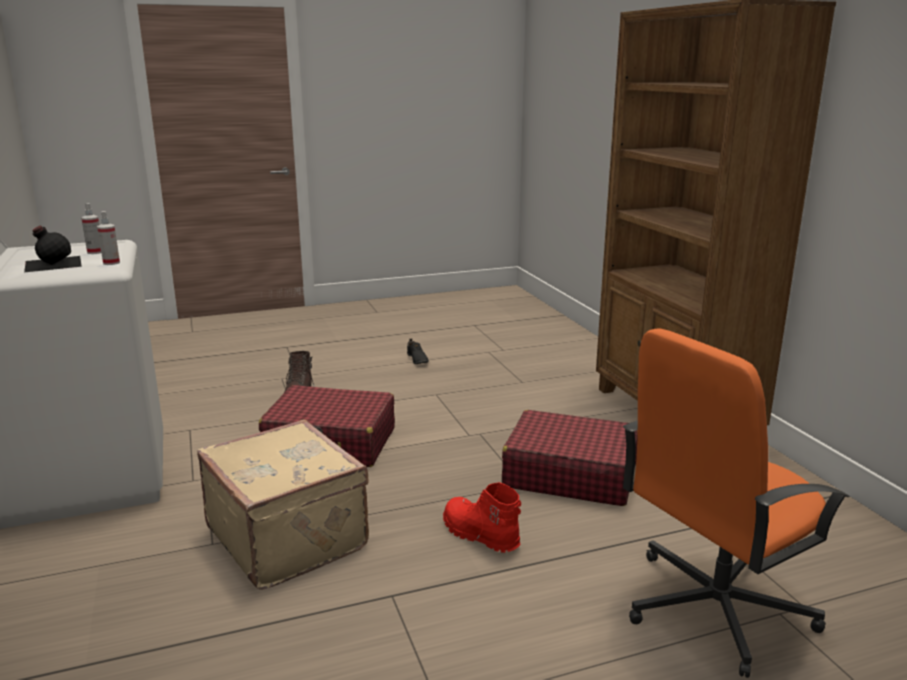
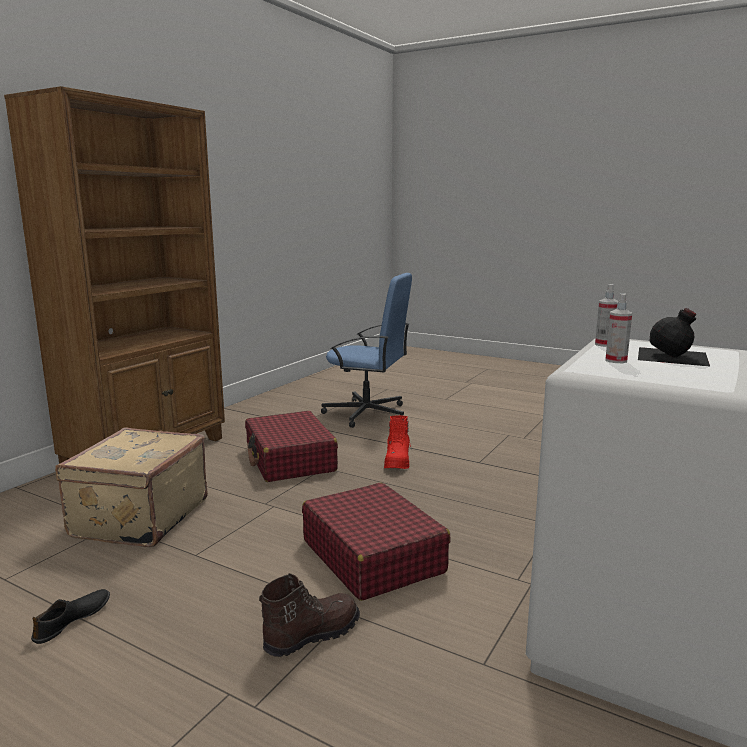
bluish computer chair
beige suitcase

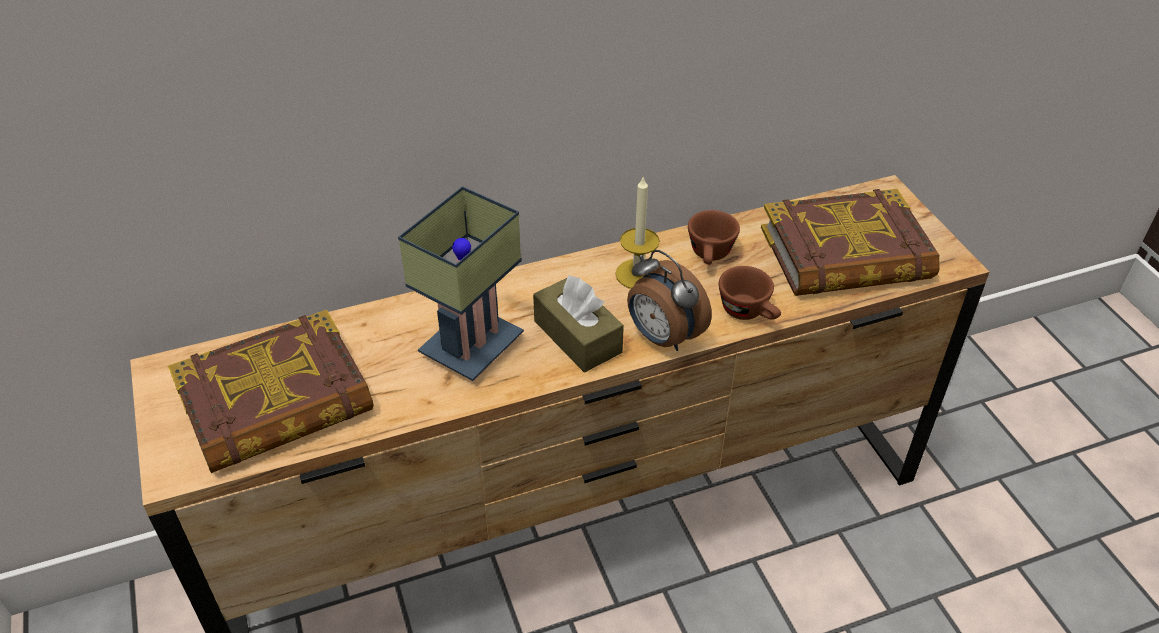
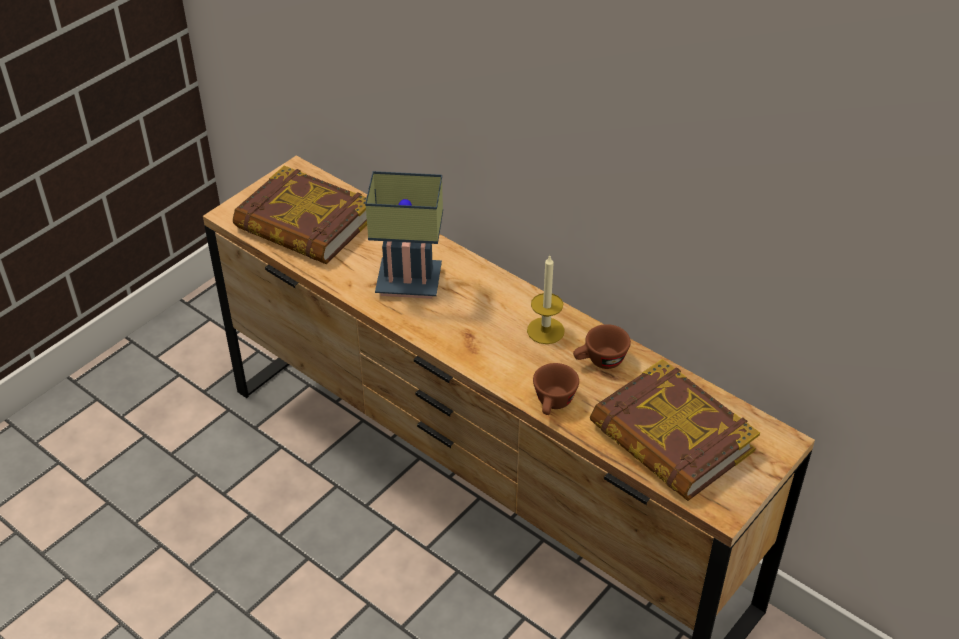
table clock
brown tissue holder

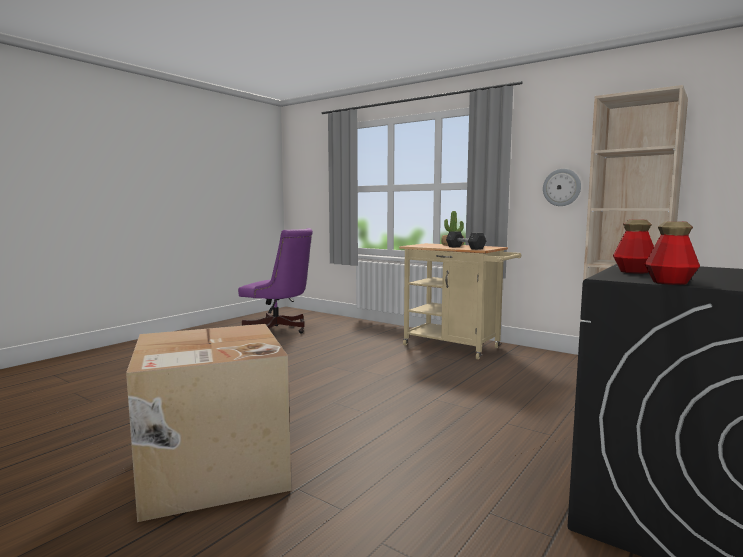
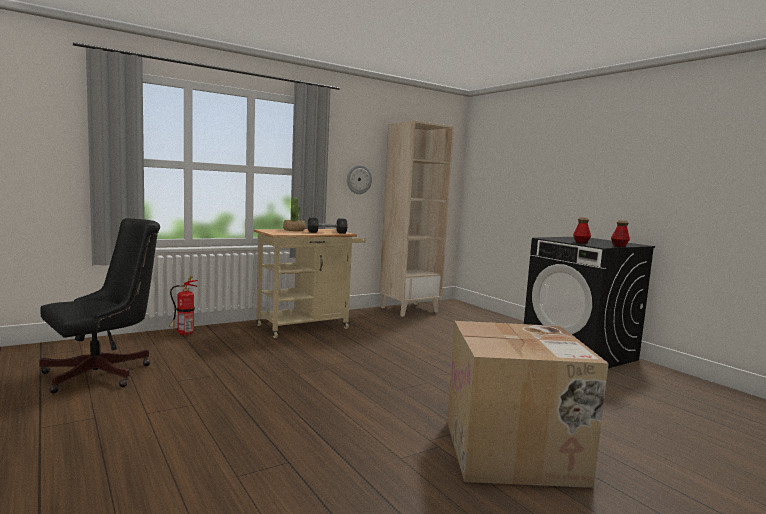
black-coloured computer chair
fire-fighting cylinder

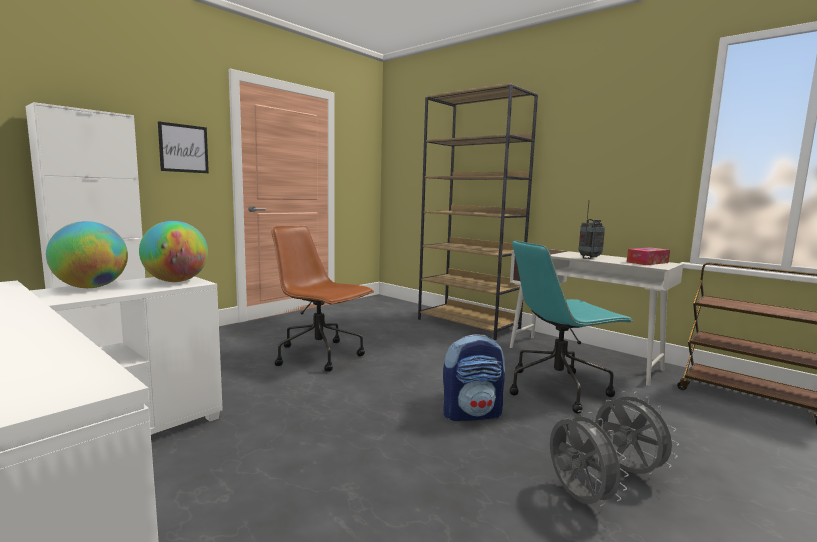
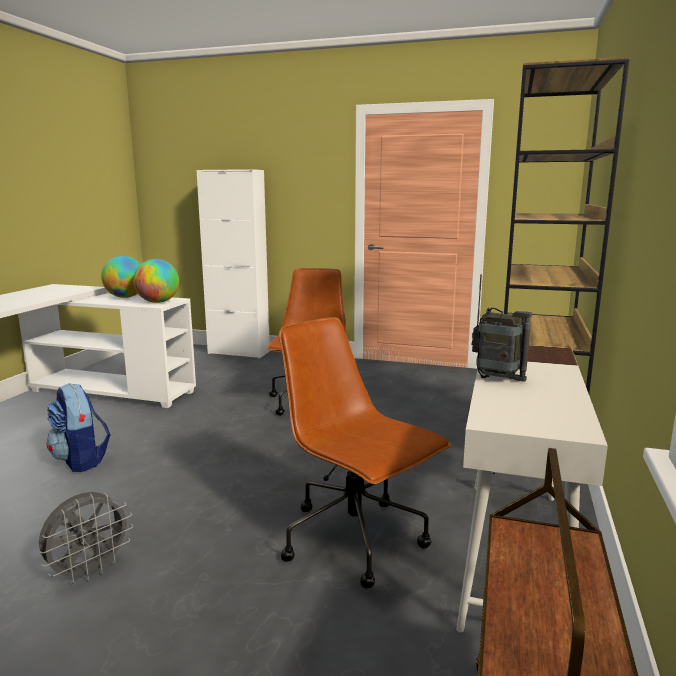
picture
brown computer chair (no. 2 from left)
tissue holder
rucksack
greyish fan (no. 2 from left in the first image)

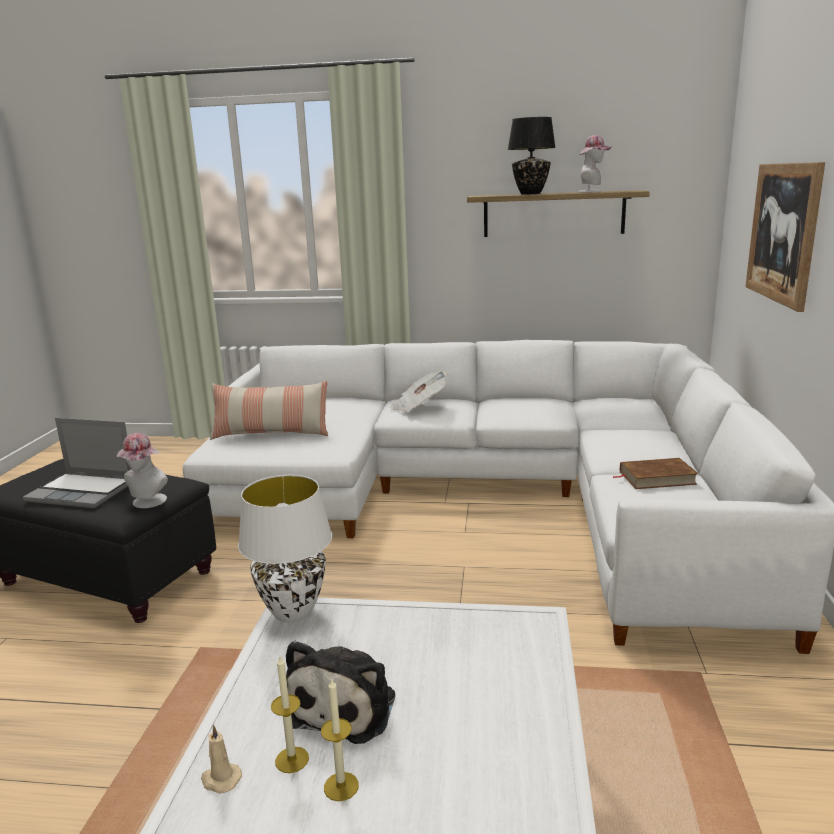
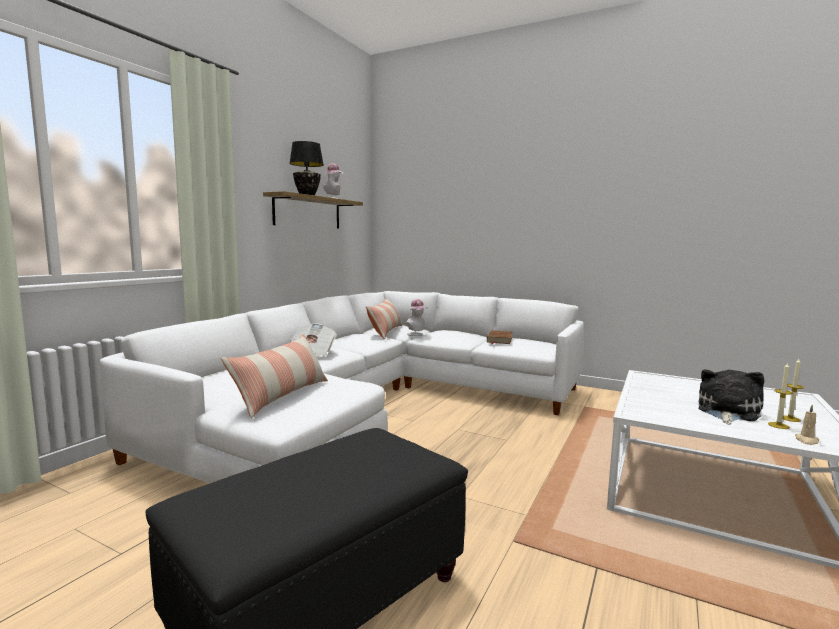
picture
laptop
wearable hat (no. 2 from left)
white table lamp
soft toy
cushion (no. 2 from left)

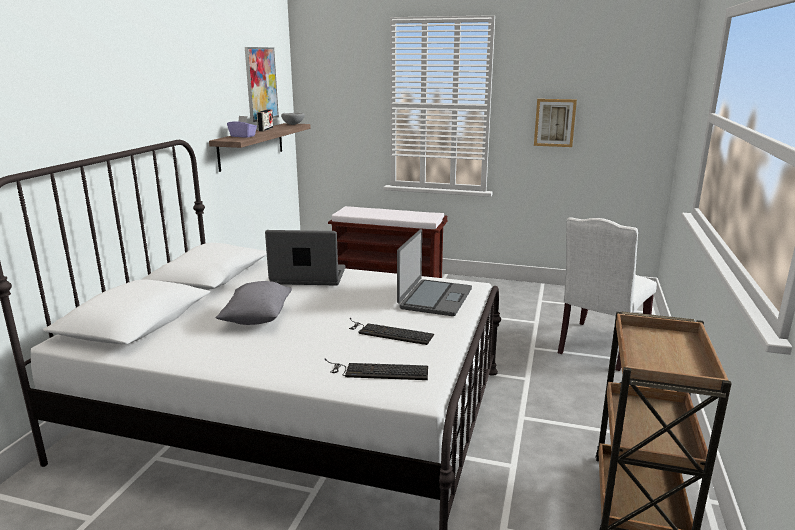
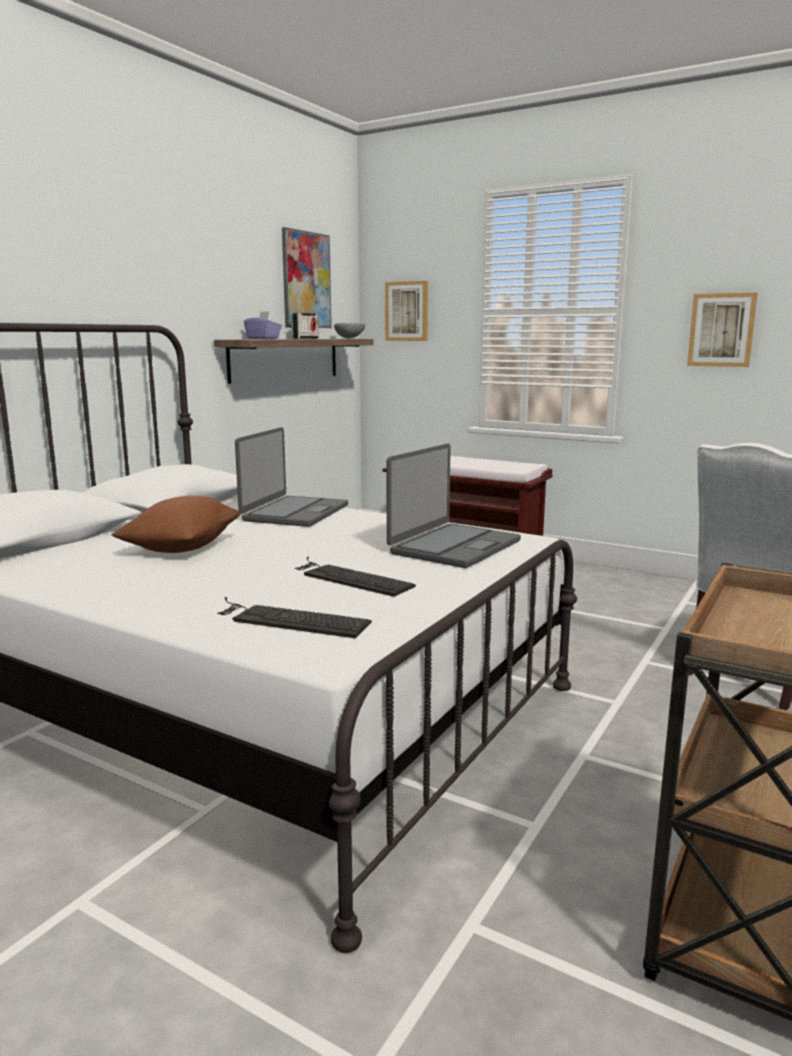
laptop (no. 1 from left)
brown cushion
picture (no. 2 from left)

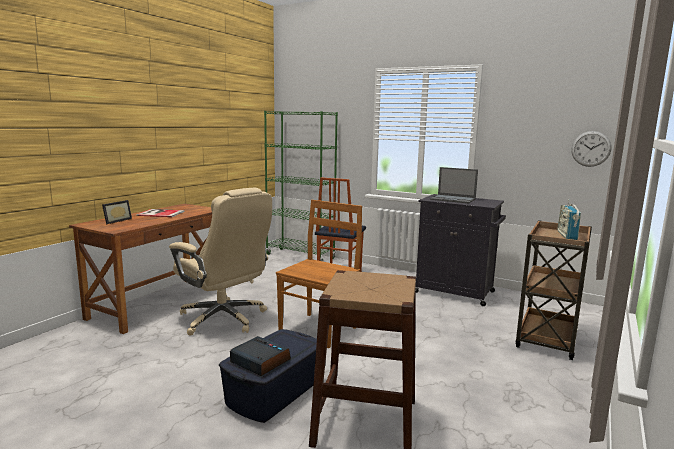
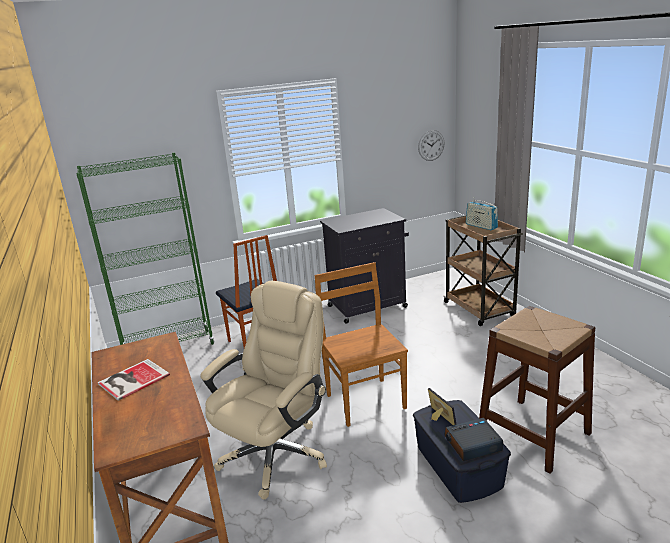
laptop
beige computer chair
photo frame

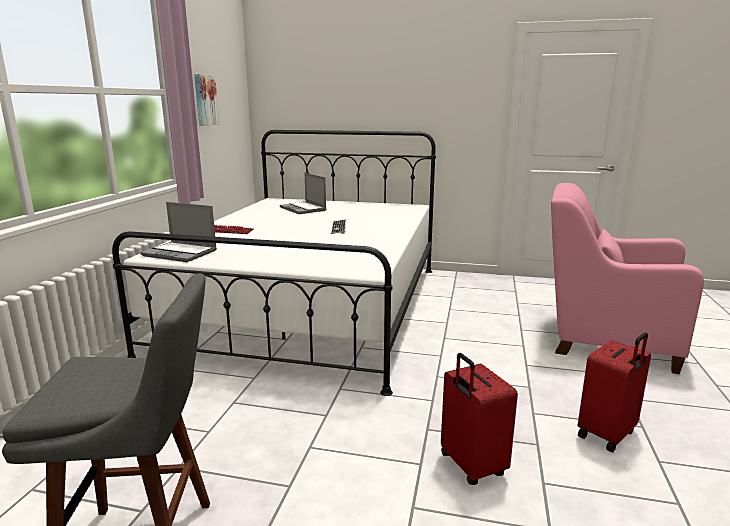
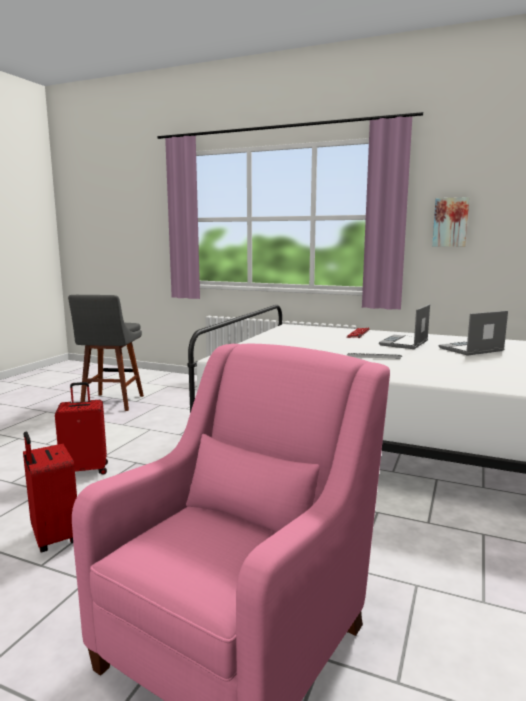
laptop (no. 1 from left)

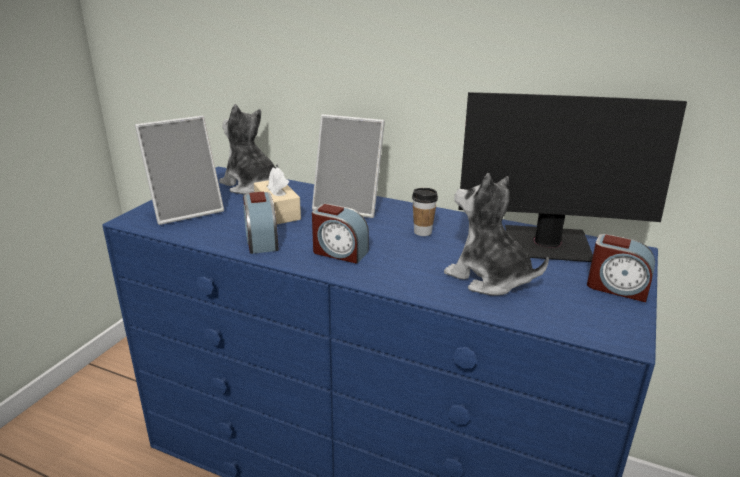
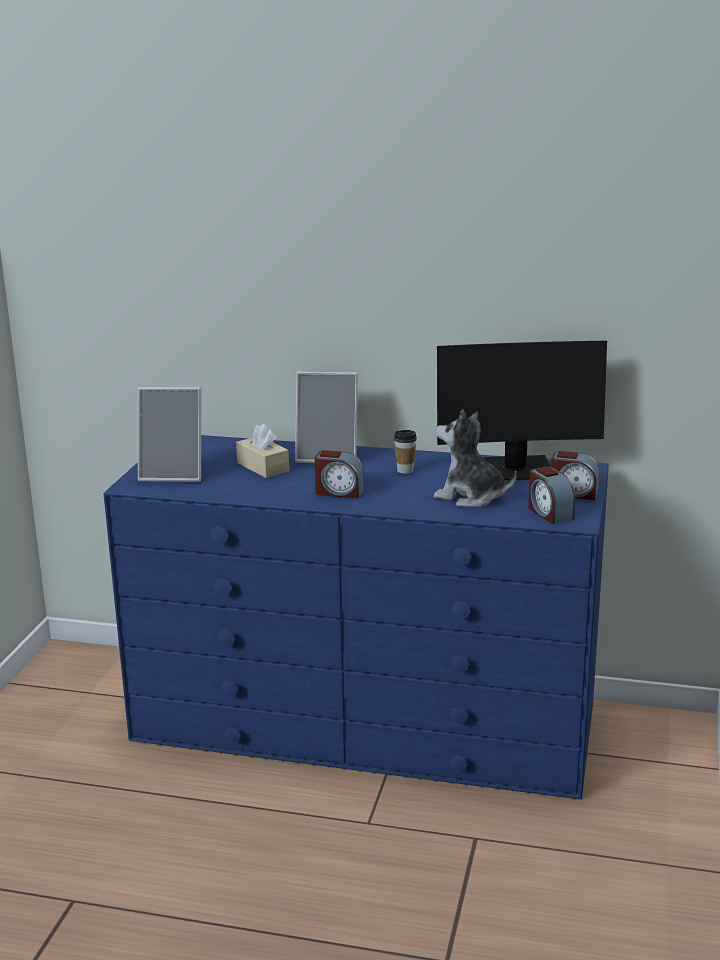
soft toy (no. 1 from left in the first image)
photo frame (no. 1 from left)
table clock (no. 2 from left)

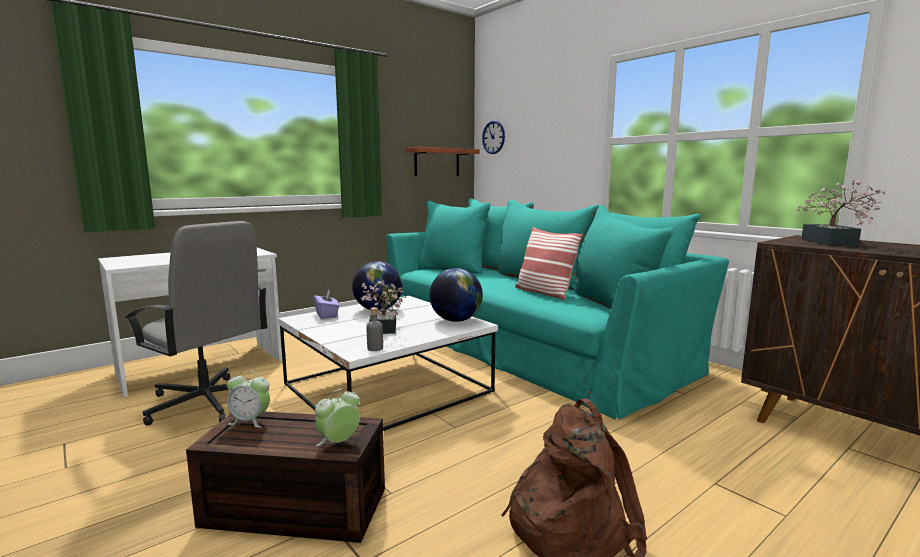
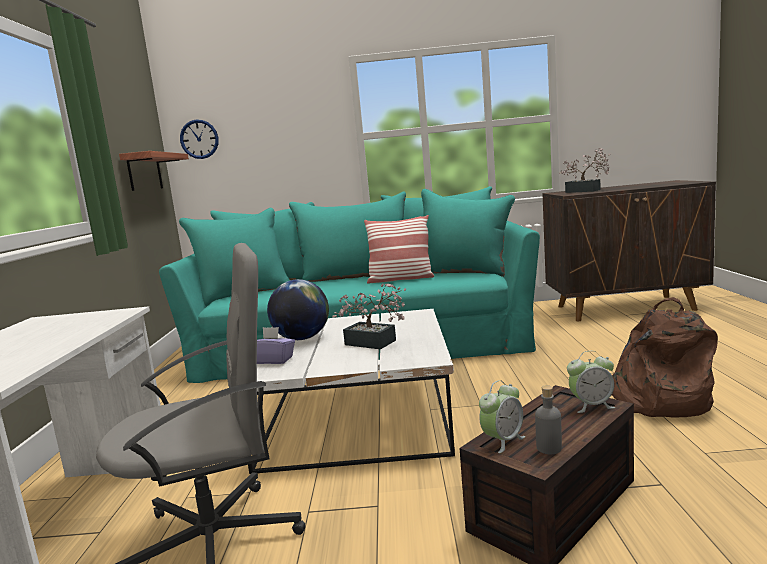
globe (no. 2 from left in the first image)
greyish beverage bottle
table clock (no. 2 from left)

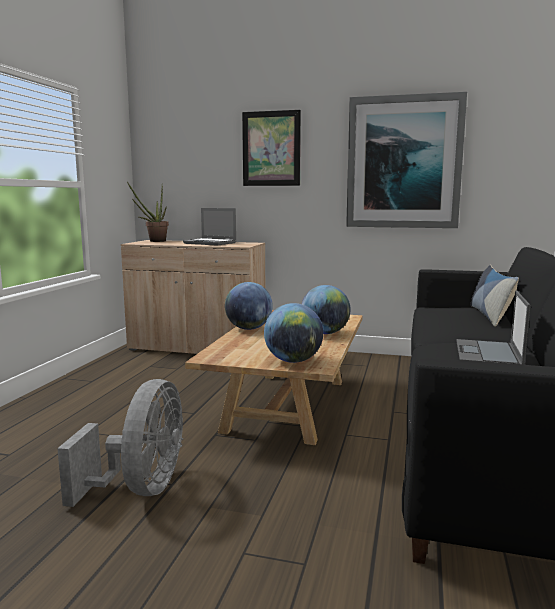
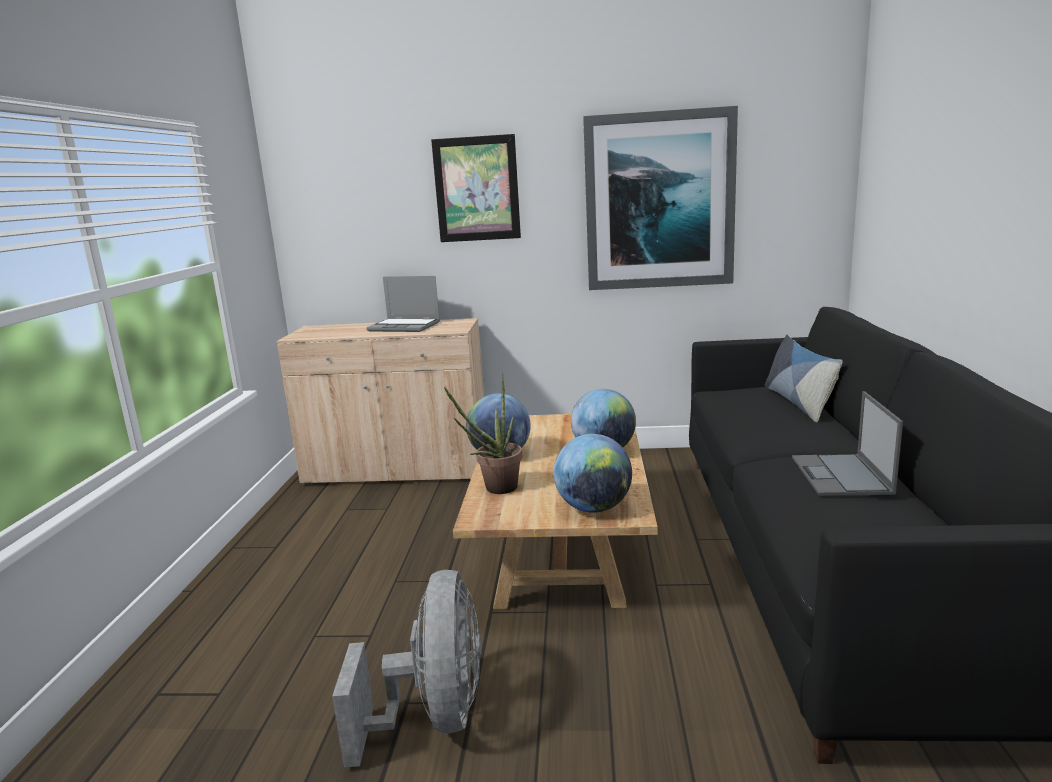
houseplant

